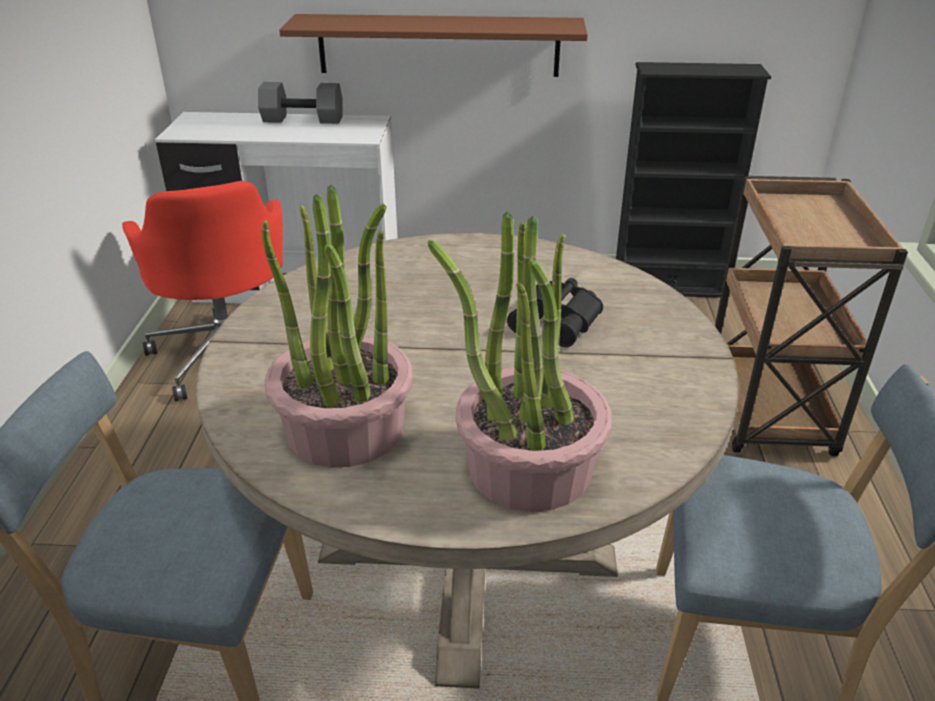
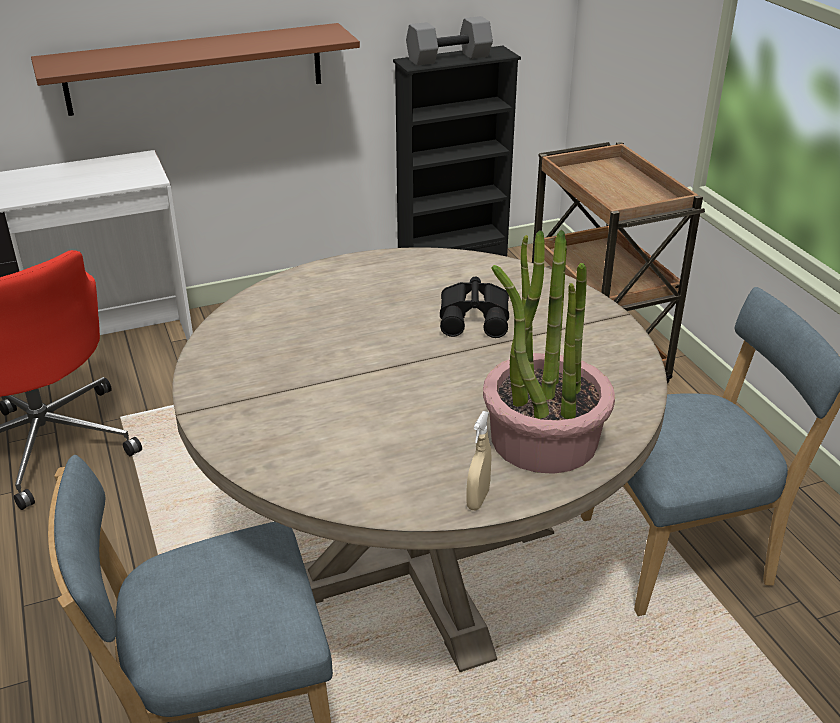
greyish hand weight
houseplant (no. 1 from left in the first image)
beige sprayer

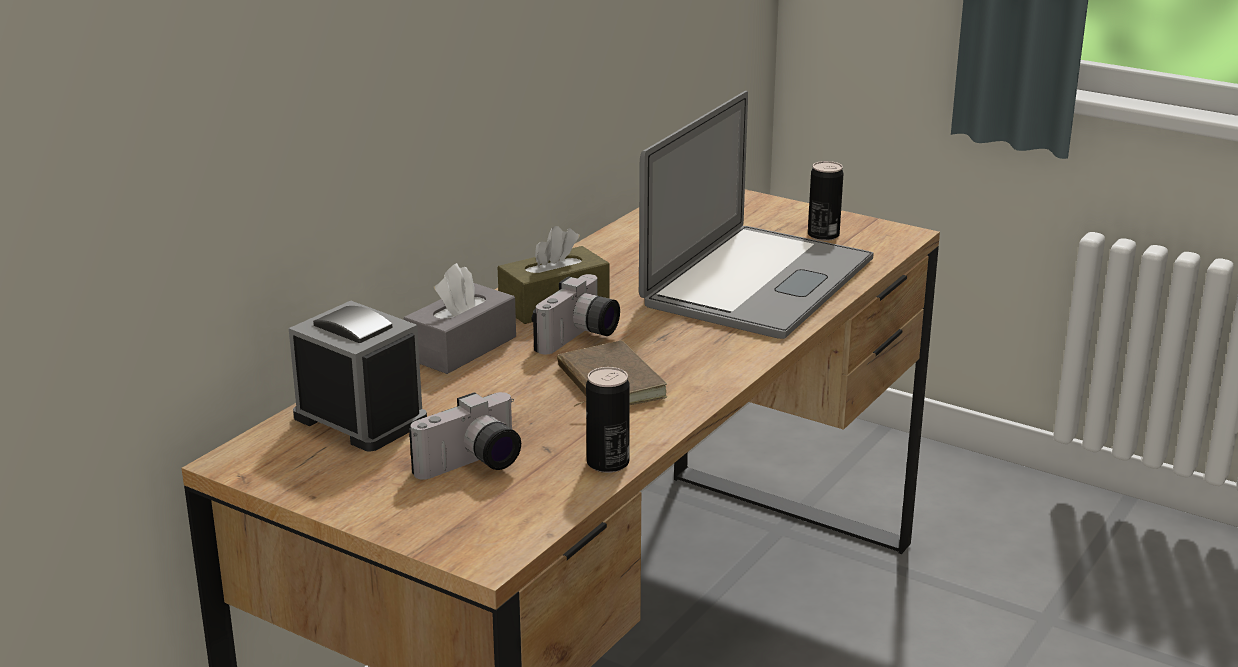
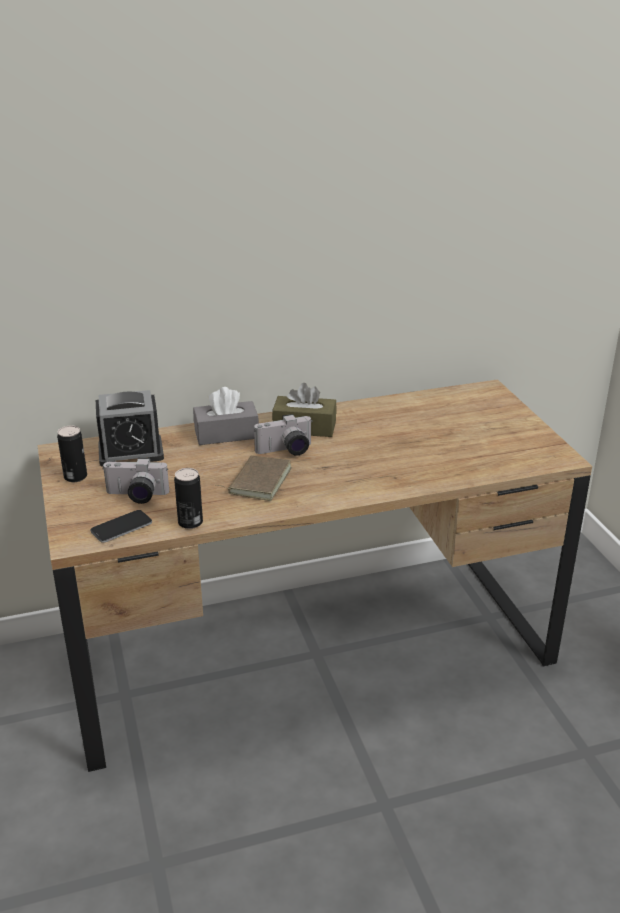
laptop
sealed can (no. 1 from left)
table clock
handset

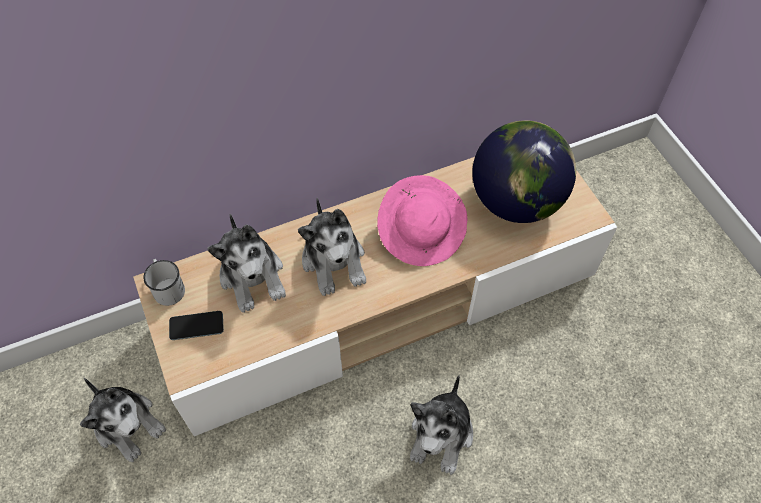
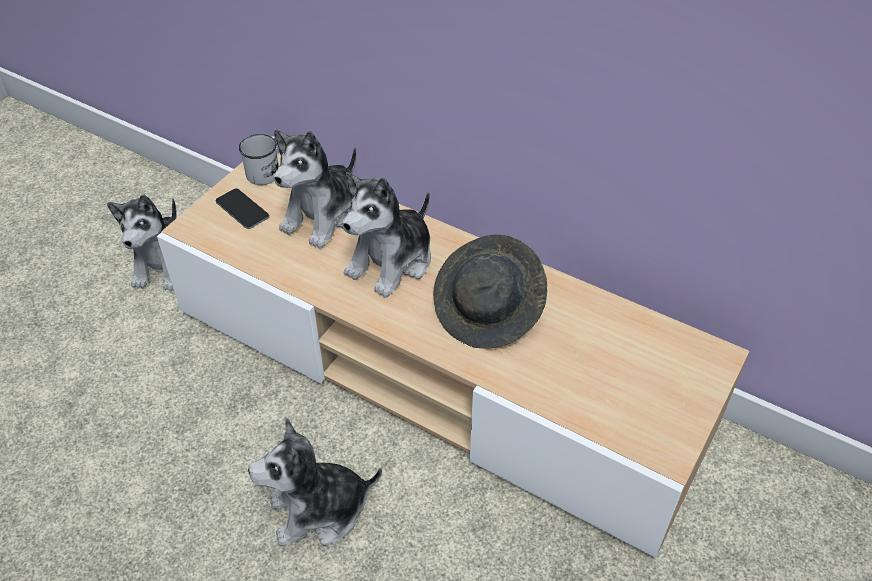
globe
greyish wearable hat

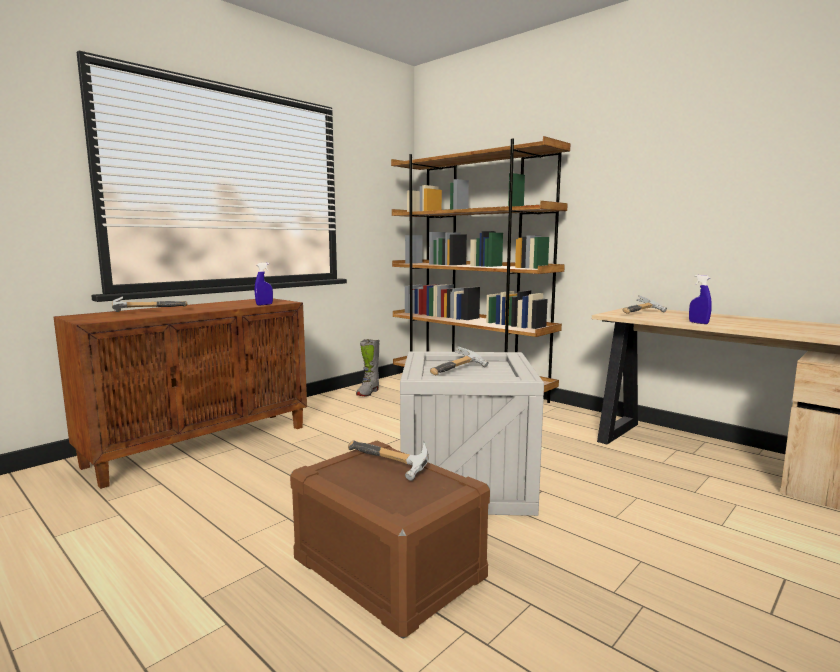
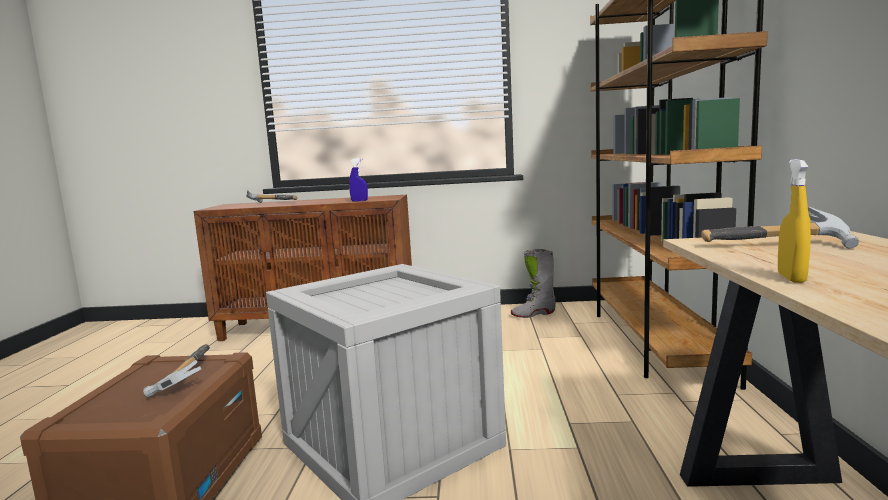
yellowish sprayer
tool hammer (no. 3 from left in the first image)

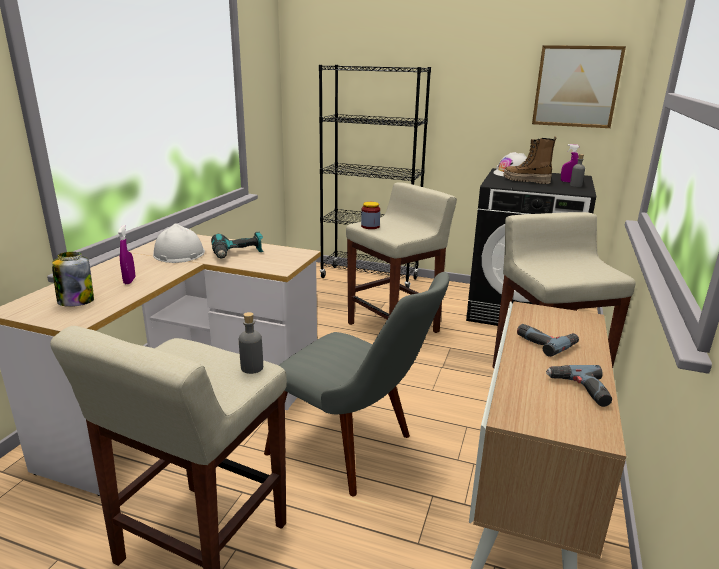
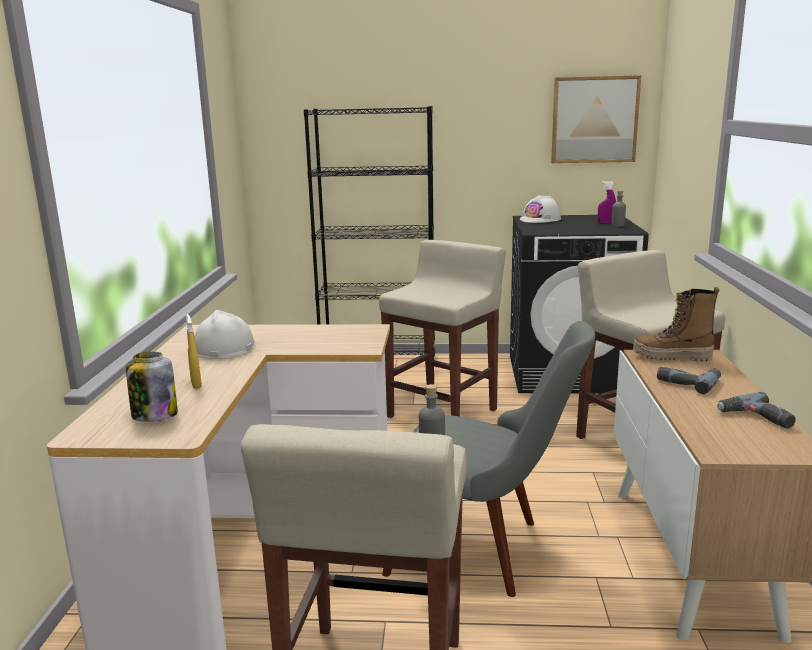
high-top boot
storage jar (no. 2 from left in the first image)
yellowish sprayer
electric drill (no. 1 from left in the first image)

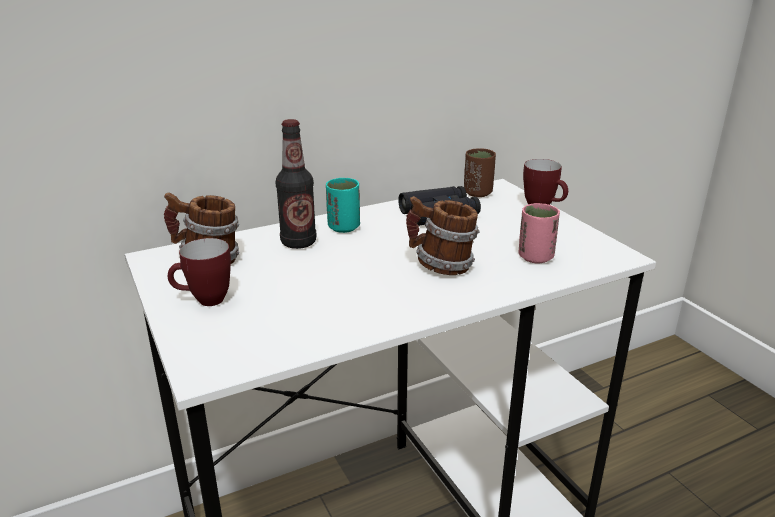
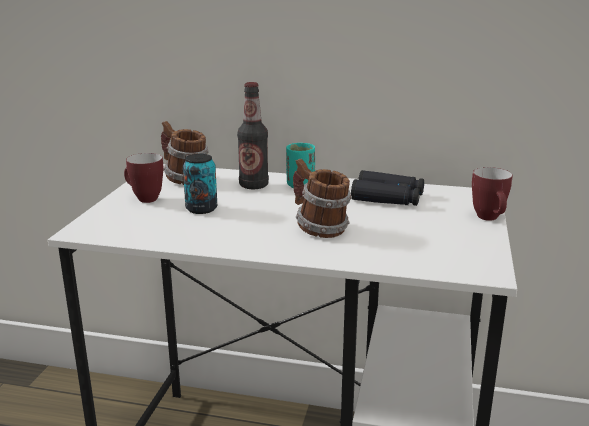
brown small cup
pinkish small cup
sealed can

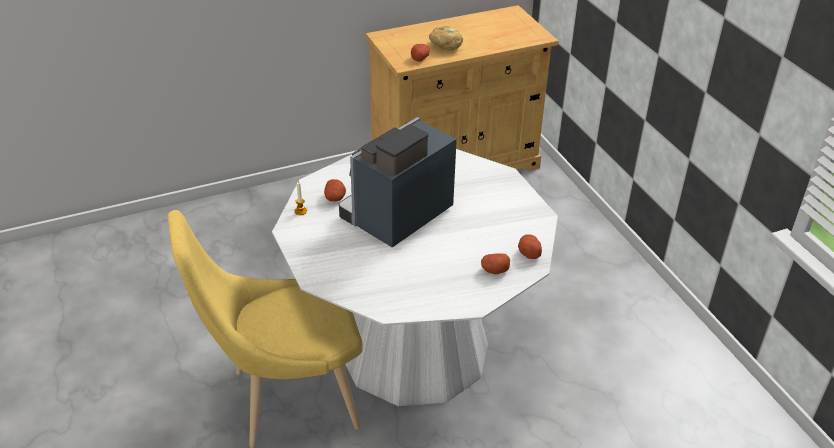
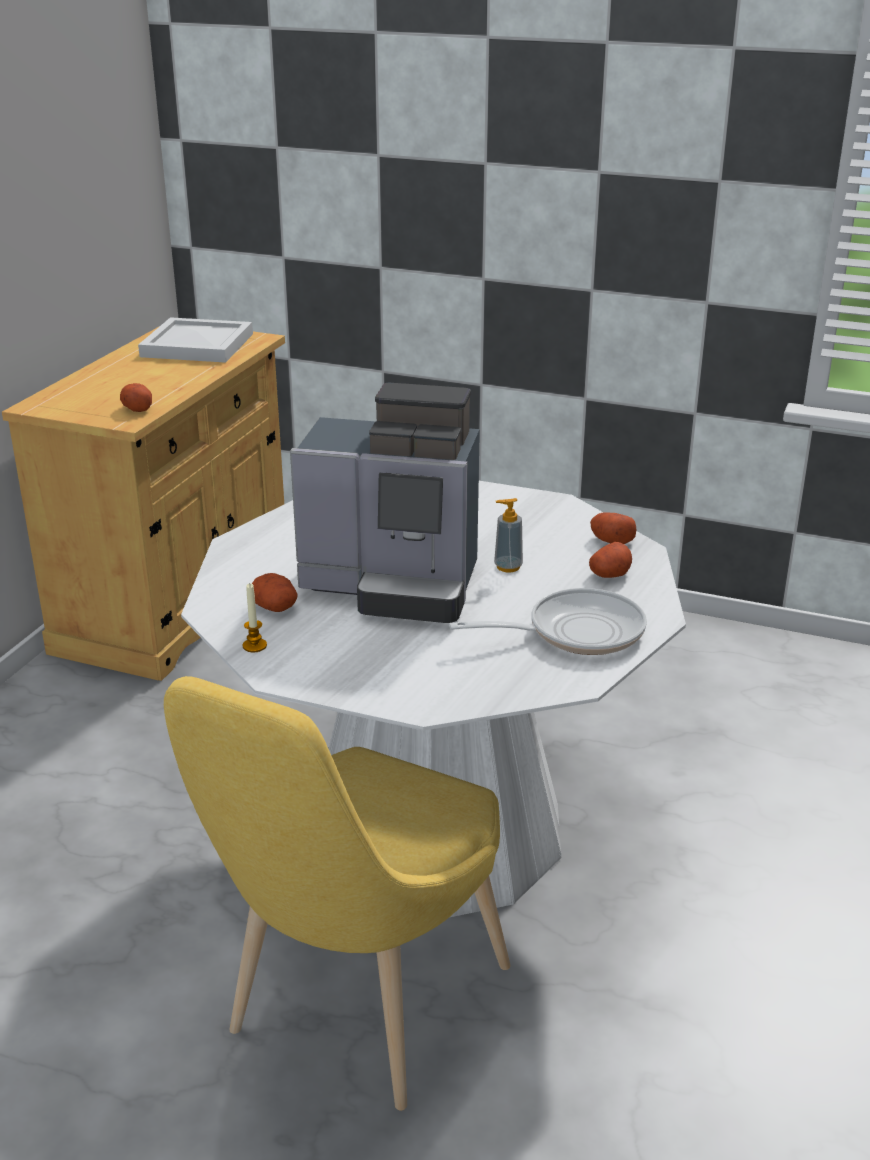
bread
coffee machine
white serving tray
liquid soap bottle
pan

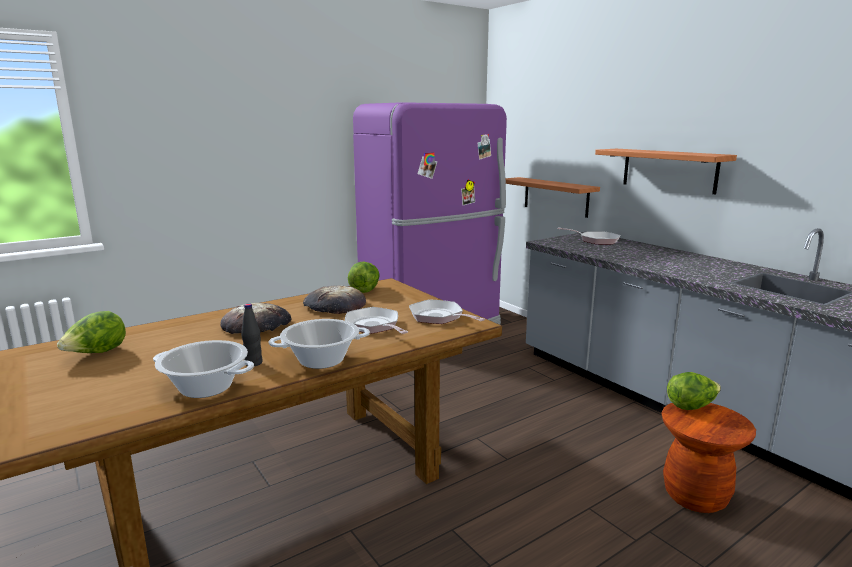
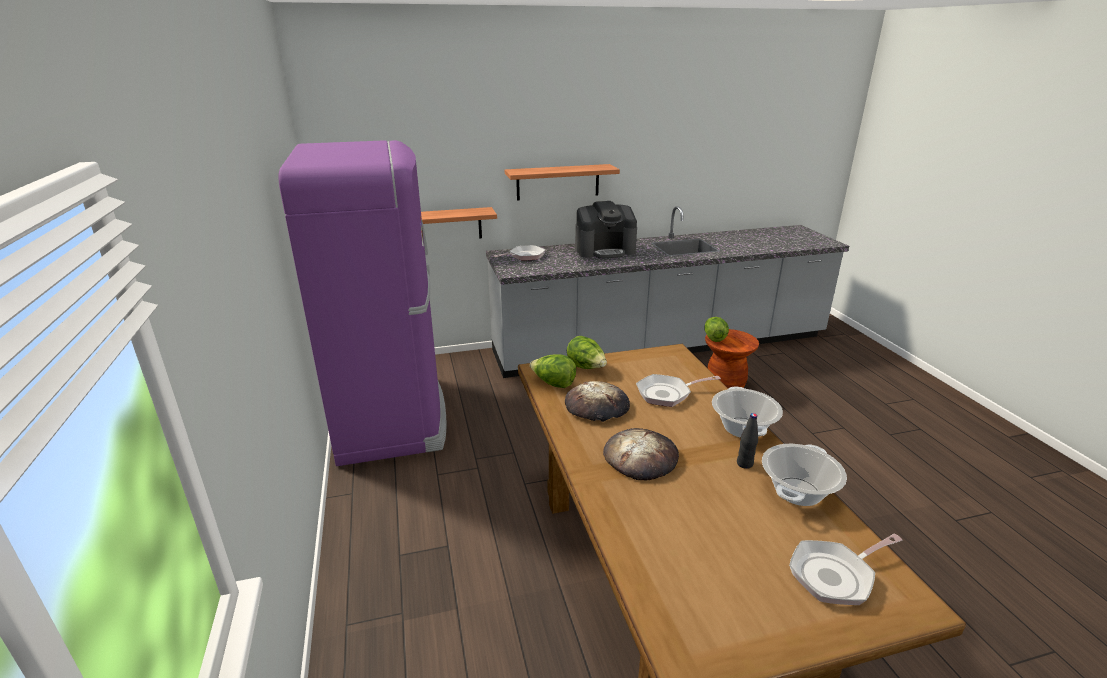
pan (no. 3 from left)
lettuce (no. 2 from left)
coffee machine

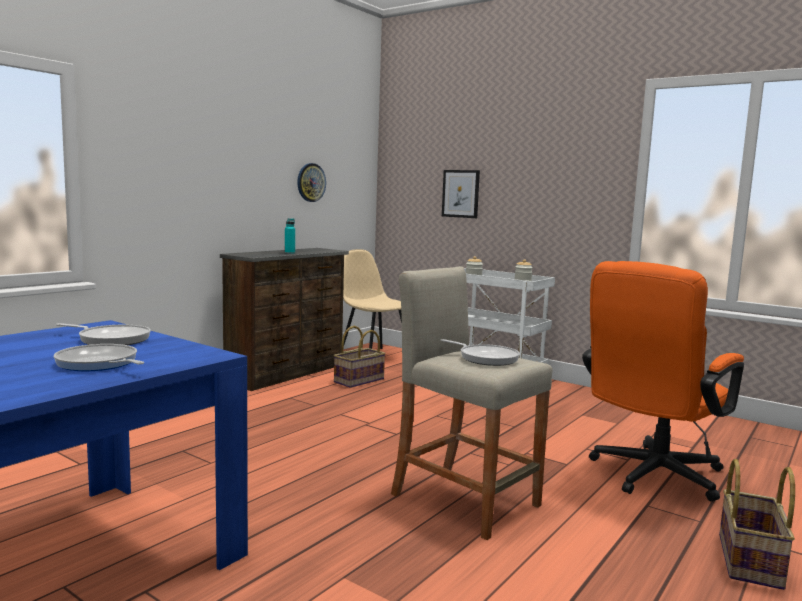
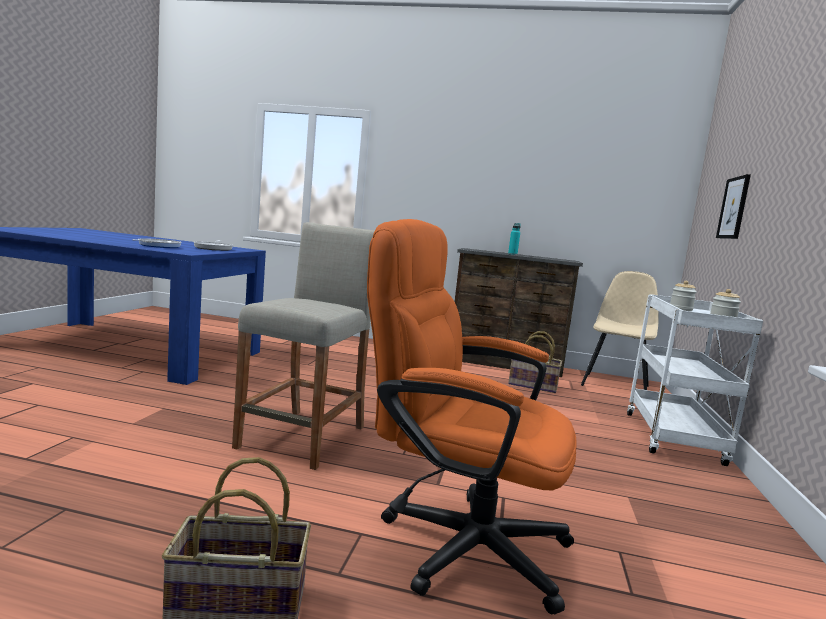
wall clock
pan (no. 3 from left in the first image)

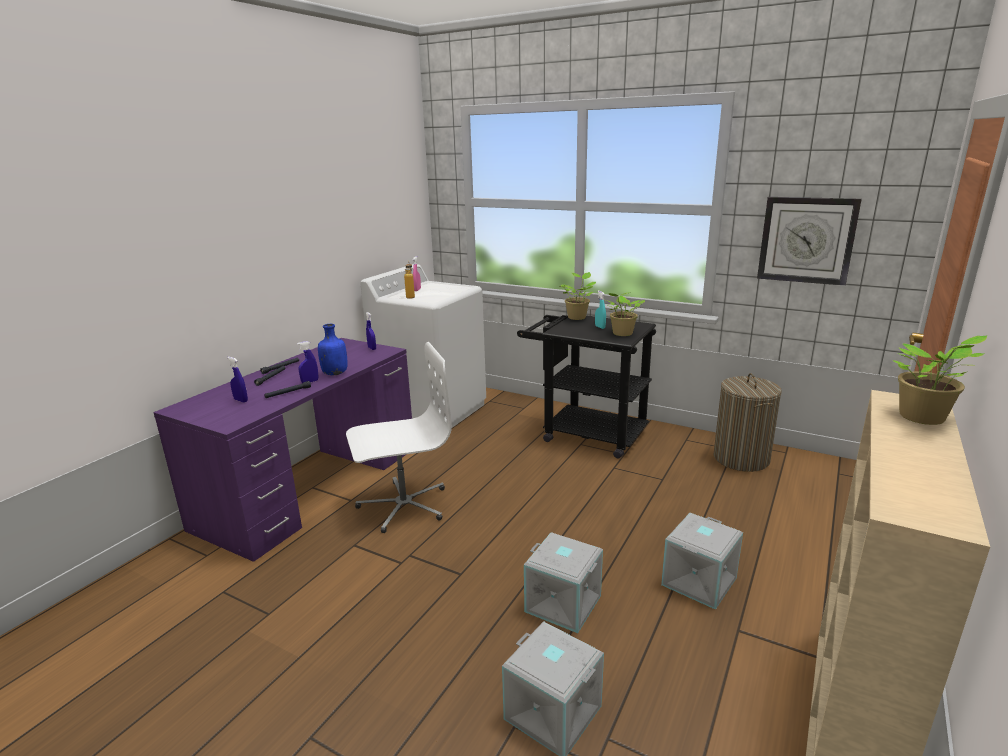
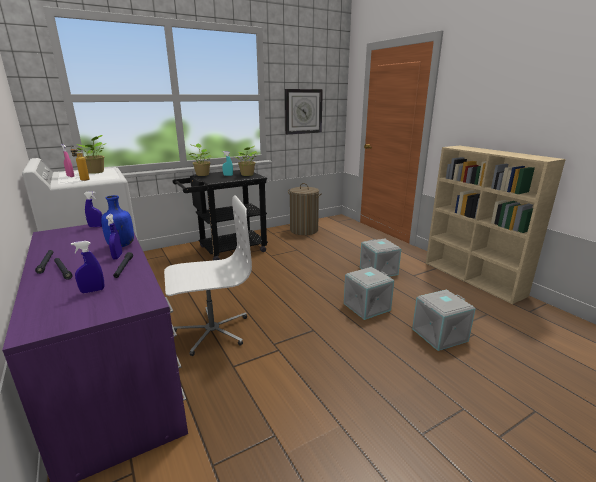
houseplant (no. 1 from left)
white computer chair

